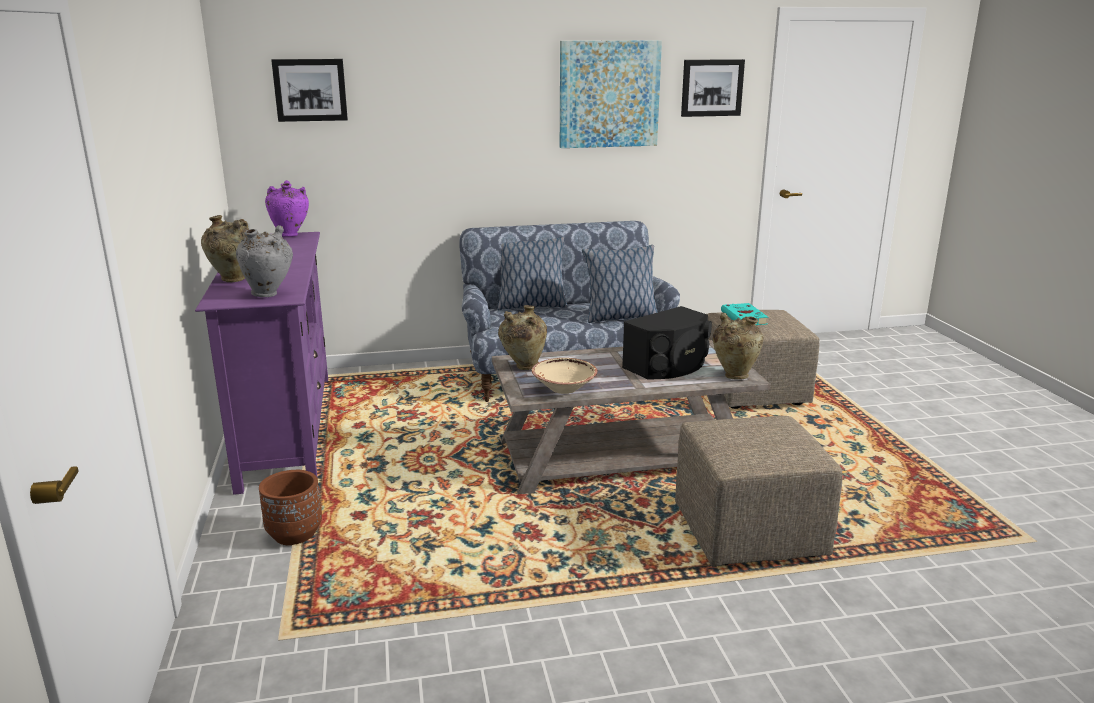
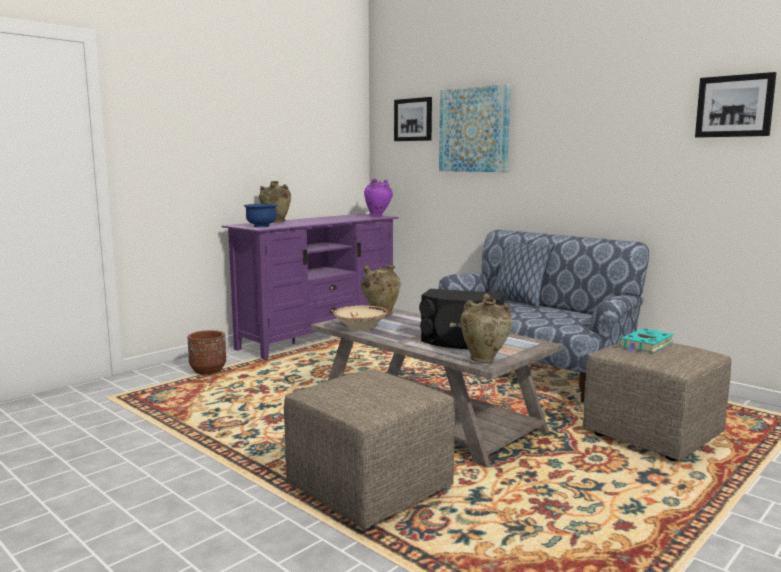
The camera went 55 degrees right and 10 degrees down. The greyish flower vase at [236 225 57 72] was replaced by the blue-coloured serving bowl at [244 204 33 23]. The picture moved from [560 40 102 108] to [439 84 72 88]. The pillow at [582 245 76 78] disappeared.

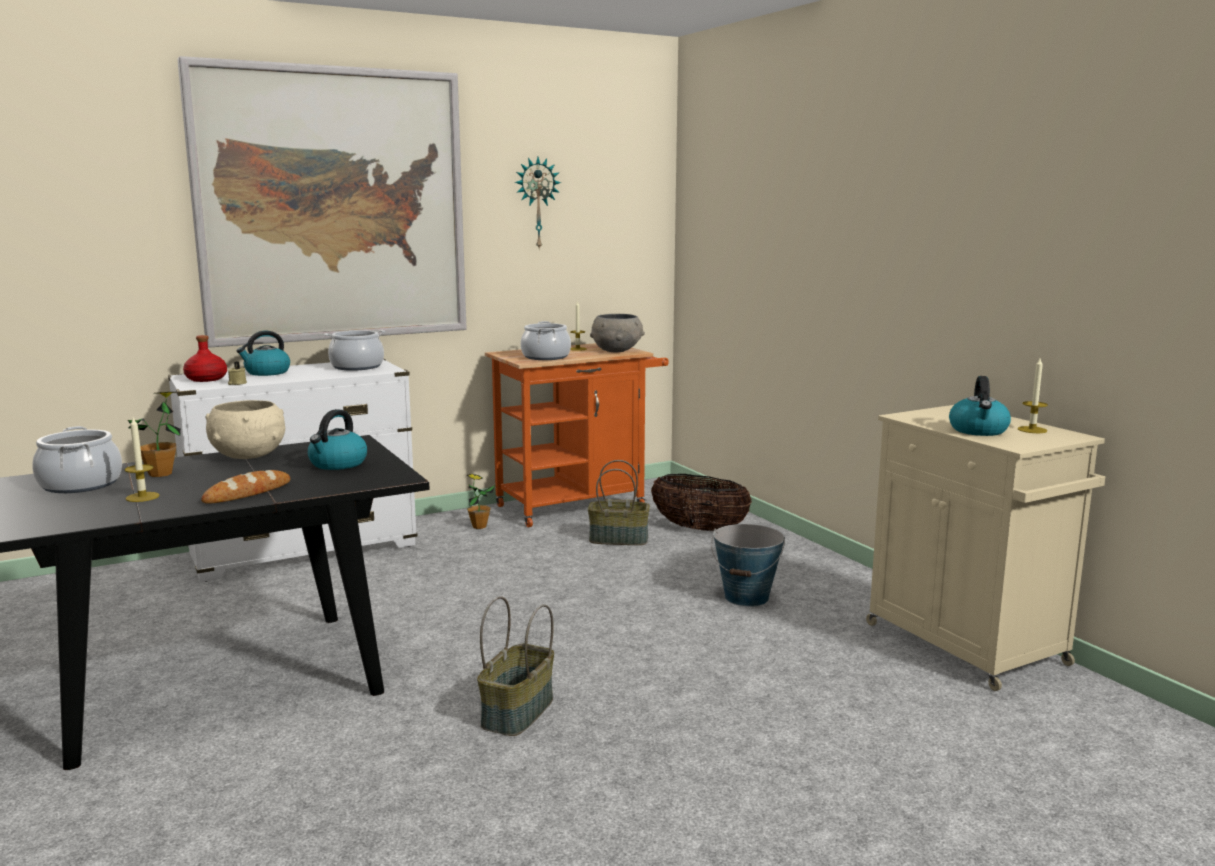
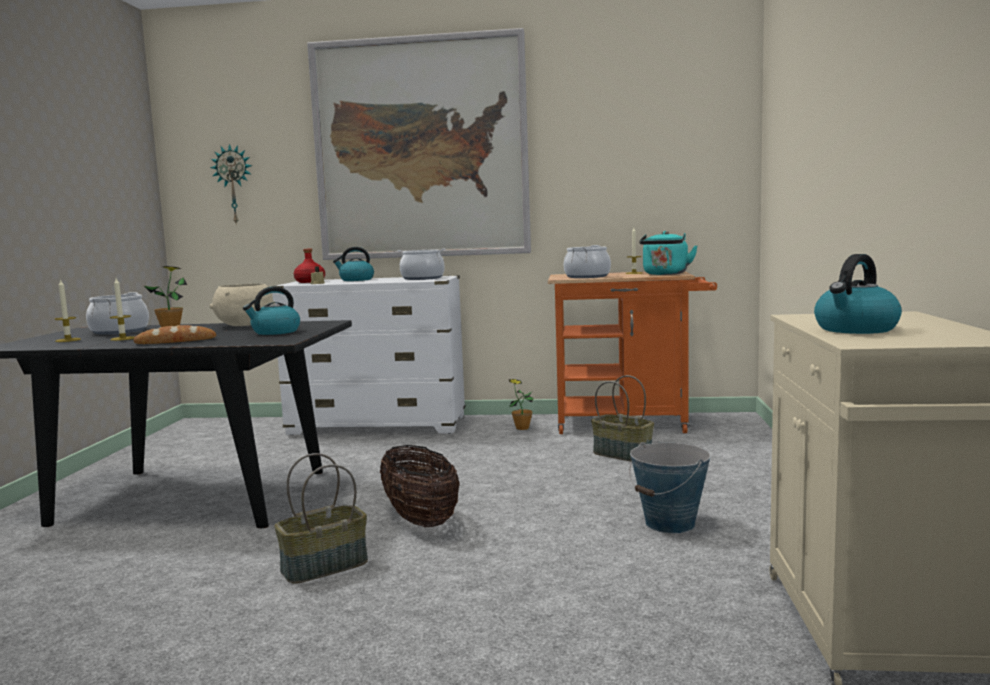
The camera went 35 degrees right and 5 degrees down. The wall clock moved from [515 157 46 93] to [210 144 42 81]. The greyish serving bowl at [590 314 55 38] was replaced by the turquoise-coloured water kettle at [639 231 59 44]. The basket moved from [651 474 101 57] to [380 445 79 82]. The wax candle moved from [1018 358 30 75] to [55 280 26 62].

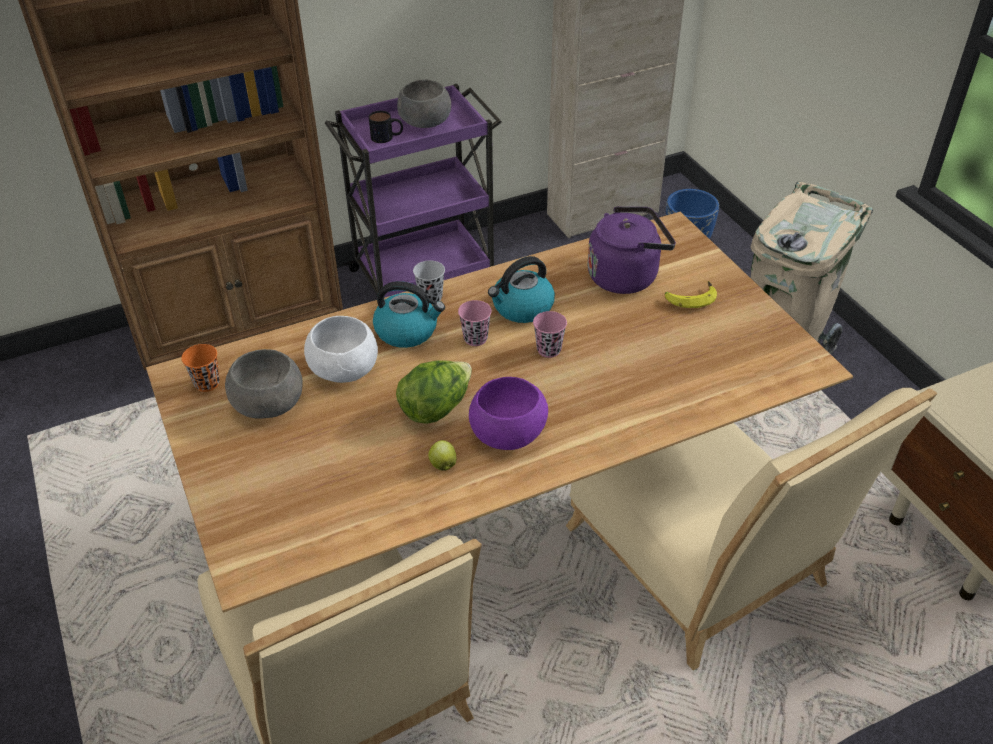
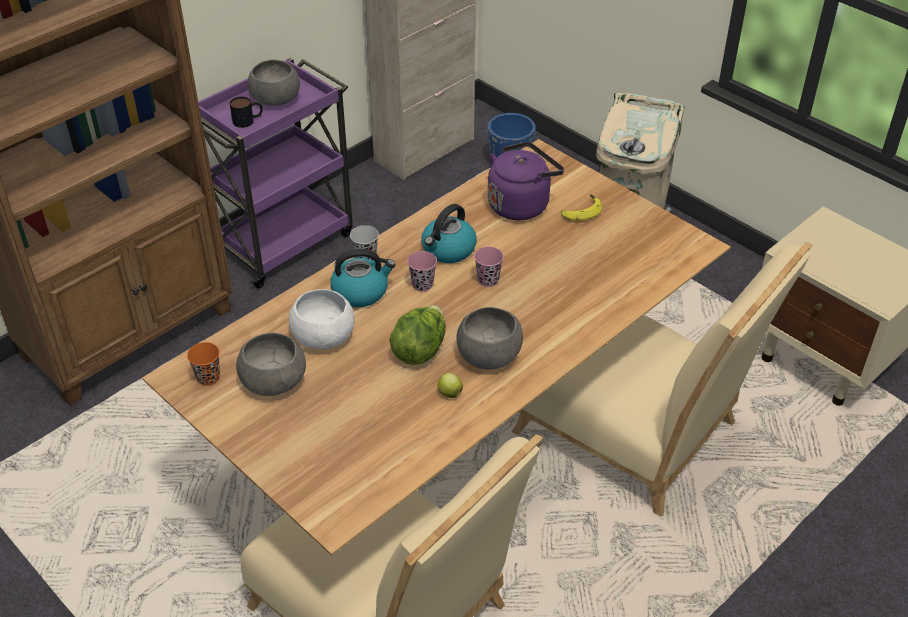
The camera went 20 degrees left and 0 degrees up. The purplish serving bowl at [469 377 79 73] became the greyish serving bowl at [457 307 66 62].

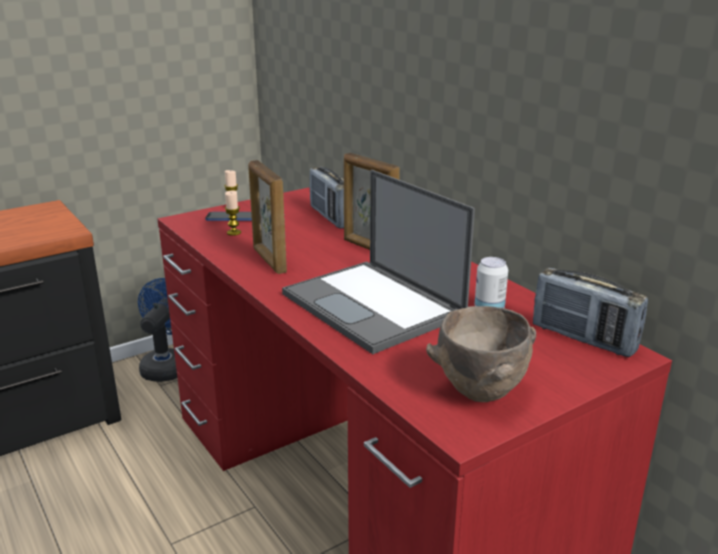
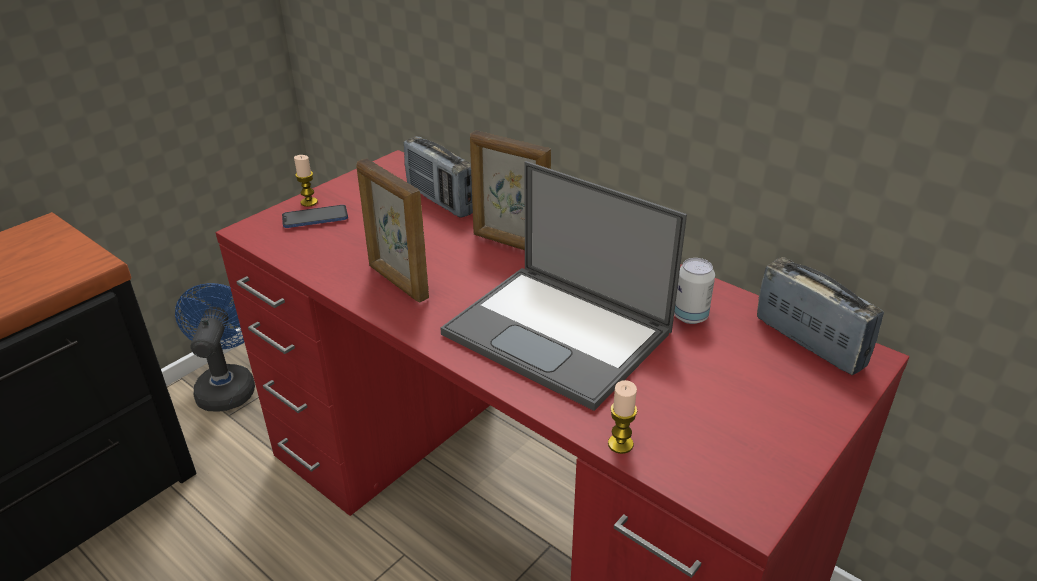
The camera went 15 degrees left and 10 degrees up. The wax candle moved from [225 190 16 46] to [608 380 29 74]. The brown serving bowl at [426 306 110 96] disappeared. The radio receiver at [533 268 115 89] turned 150 degrees counterclockwise.

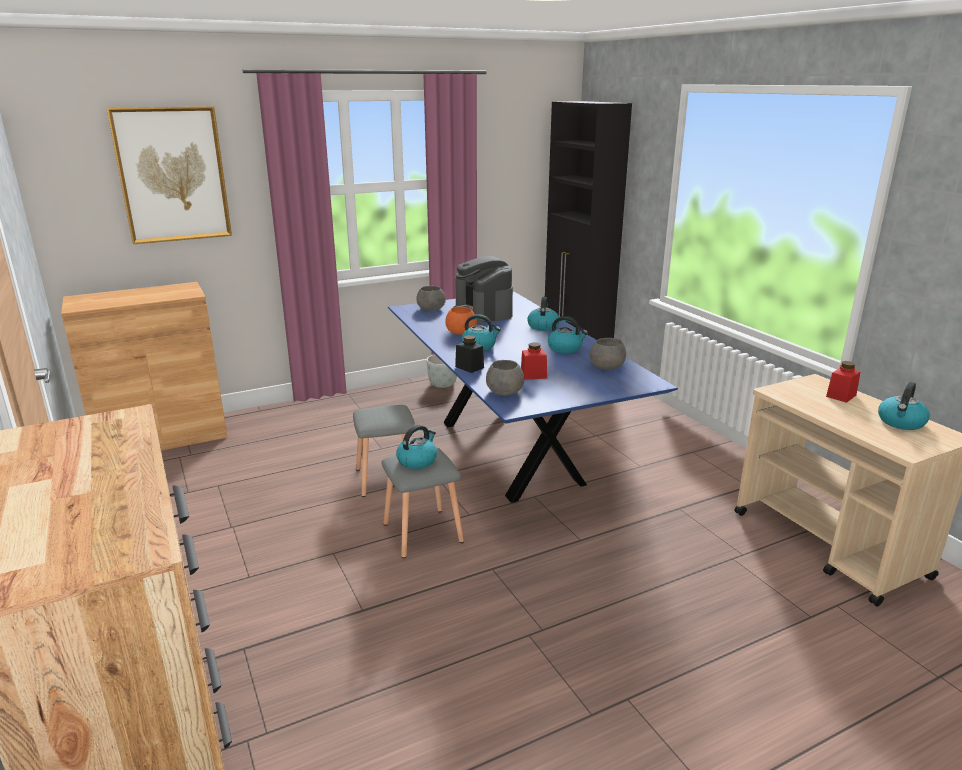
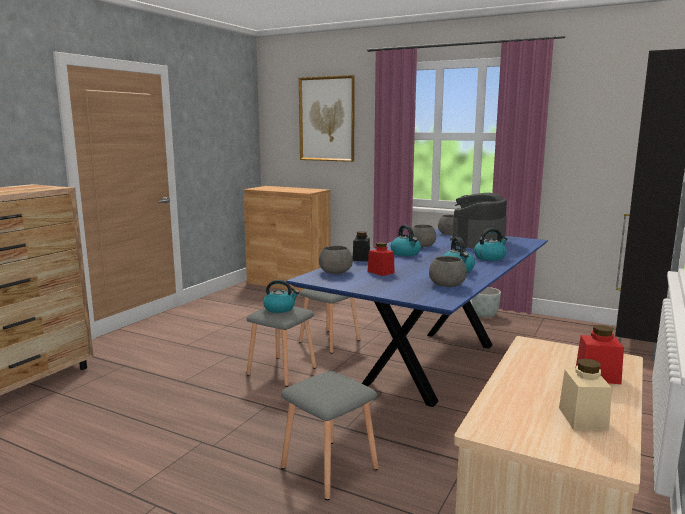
The camera went 55 degrees right and 10 degrees down. The orangey serving bowl at [445 307 32 28] became the greyish serving bowl at [412 224 24 23]. The water kettle at [878 382 52 48] was replaced by the beige-coloured storage jar at [559 358 53 73]. The greyish stool seat at [281 371 97 129] appeared.

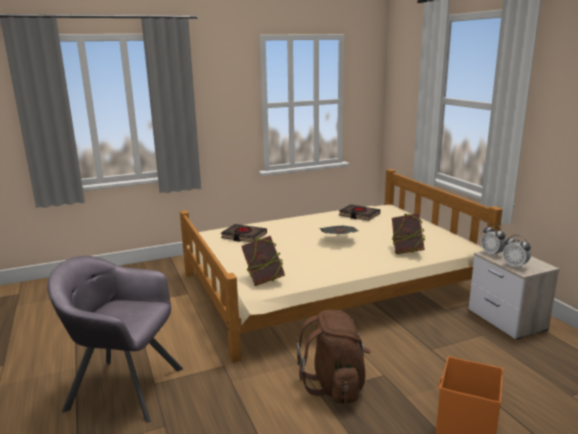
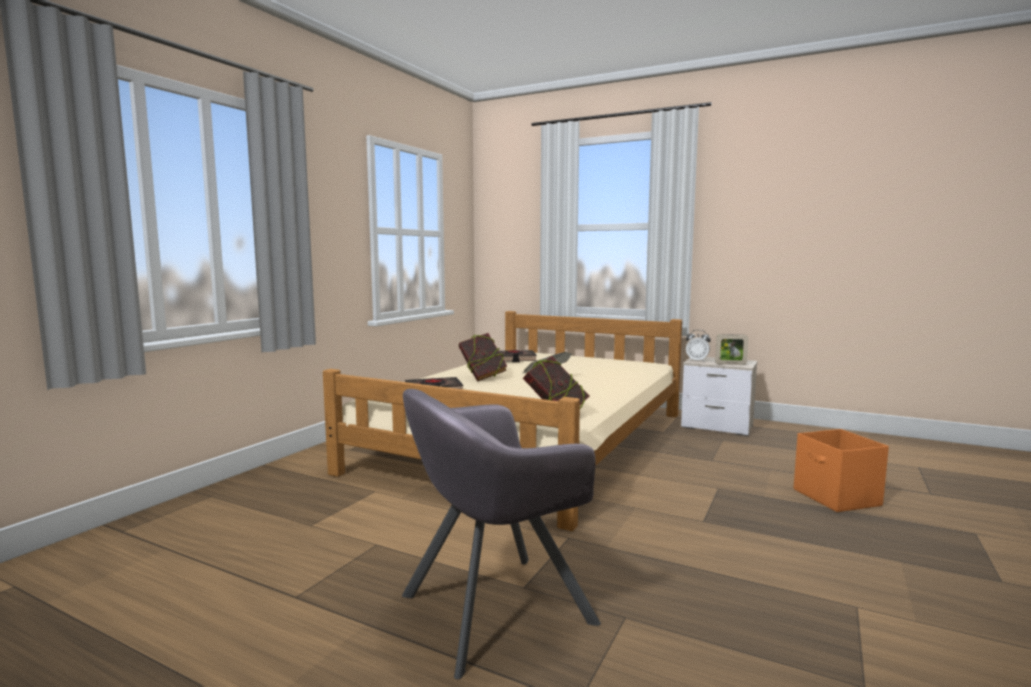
The camera went 40 degrees left and 10 degrees down. The brown knapsack at [297 310 74 94] disappeared. The bound book moved from [392 213 33 41] to [459 333 48 48]. The table clock at [503 235 28 34] was replaced by the standing frame at [715 334 34 31].

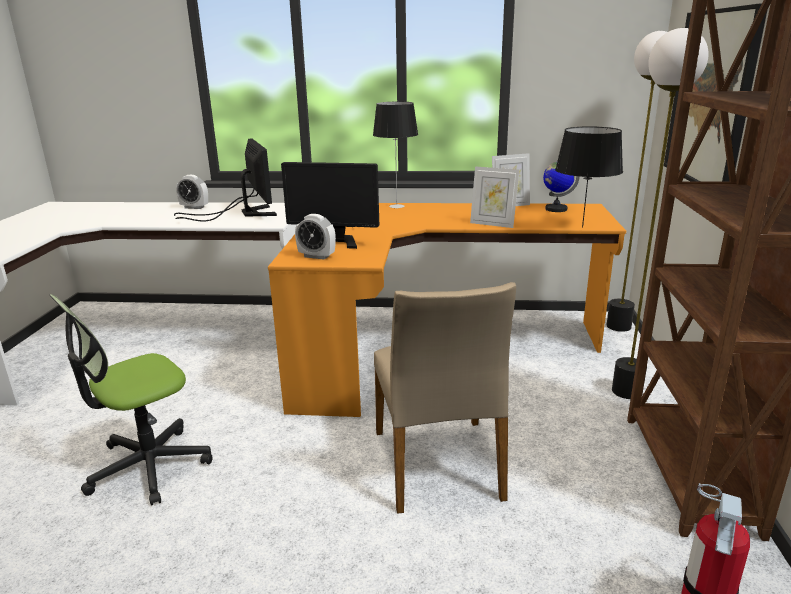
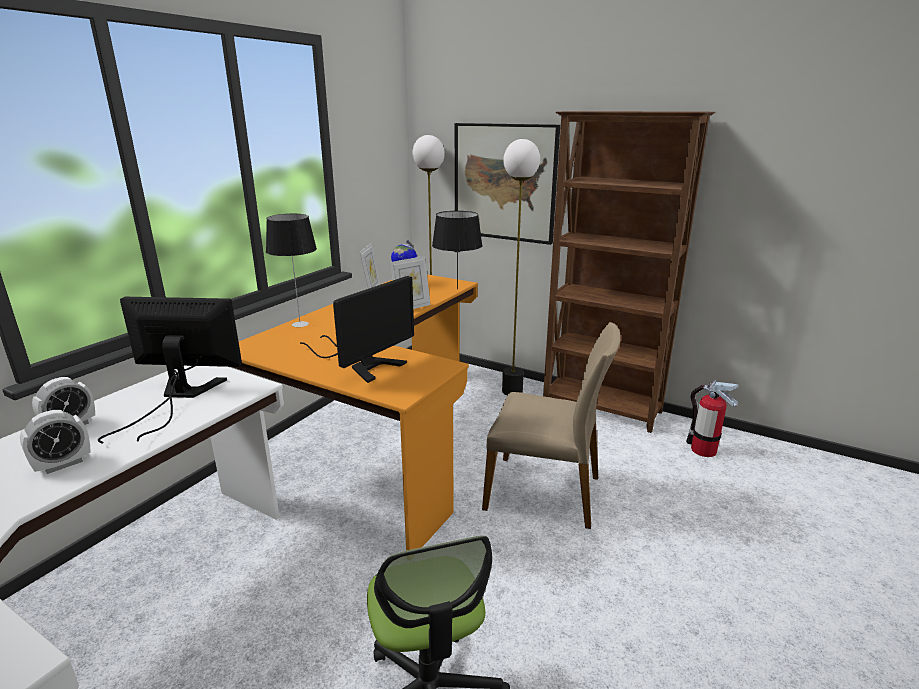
The camera went 65 degrees left and 0 degrees up. The table clock moved from [295 214 41 46] to [20 410 71 64].

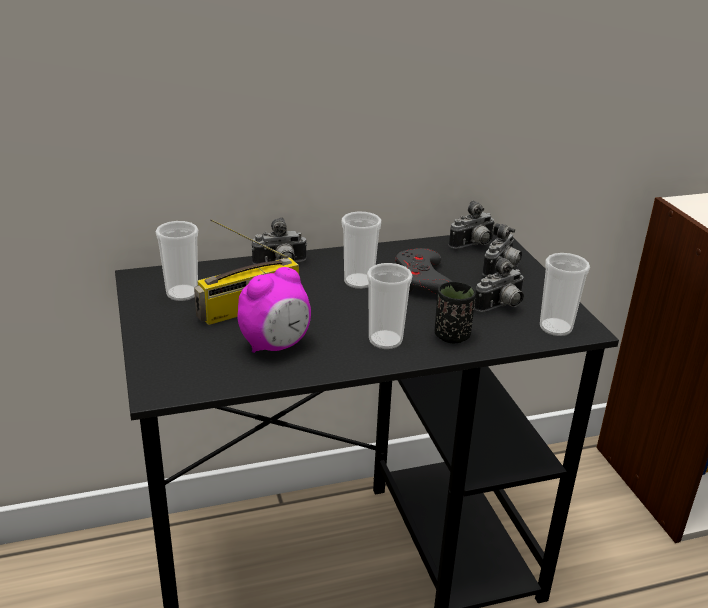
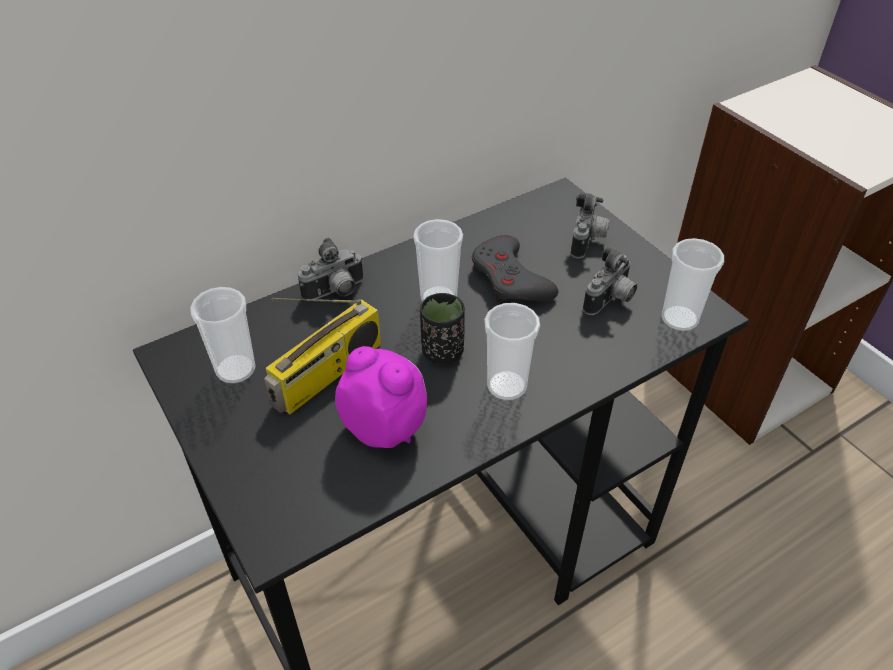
The camera went 15 degrees left and 15 degrees up. The table clock at [237 267 74 86] turned 90 degrees counterclockwise. The blackish drinking cup moved from [435 282 41 61] to [420 293 45 71]. The still camera at [449 201 46 48] disappeared.

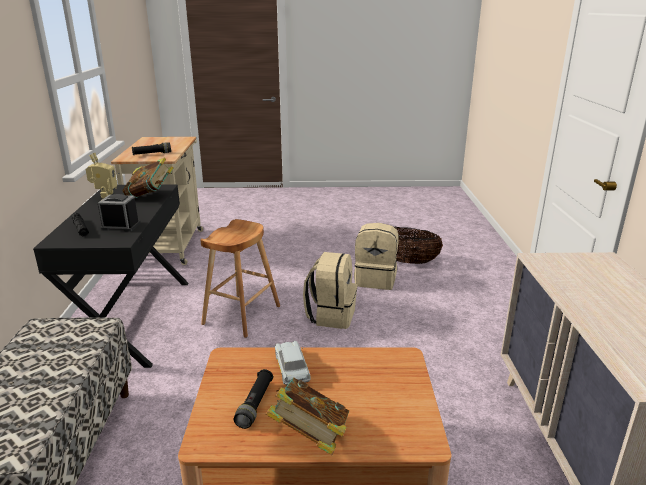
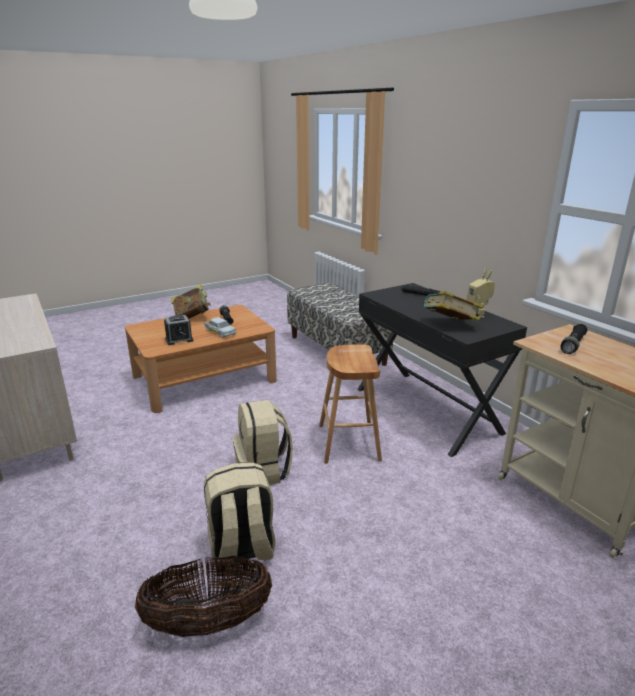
The camera went 150 degrees right and 0 degrees up. The table clock moved from [98 194 43 38] to [164 315 29 30].

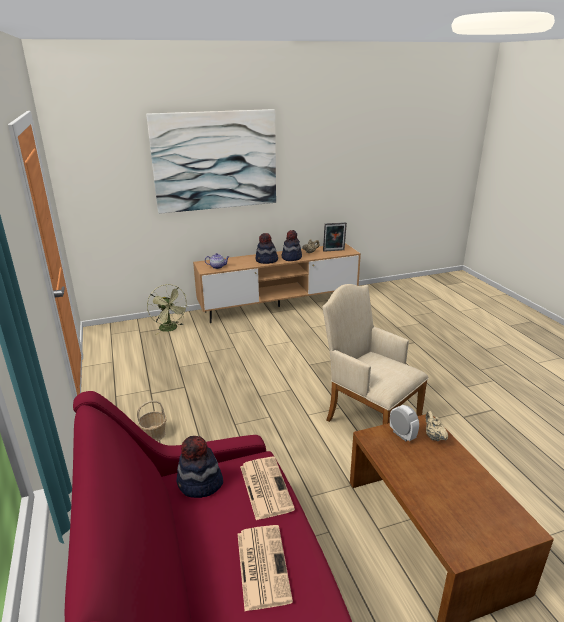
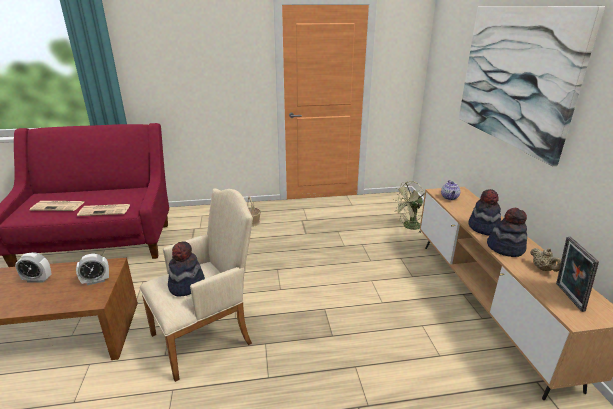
The camera went 100 degrees right and 0 degrees up. The hat moved from [177 435 46 63] to [168 241 37 56]. The beige-coloured pot for tea at [425 411 23 30] disappeared. The table clock at [15 252 36 31] appeared.

